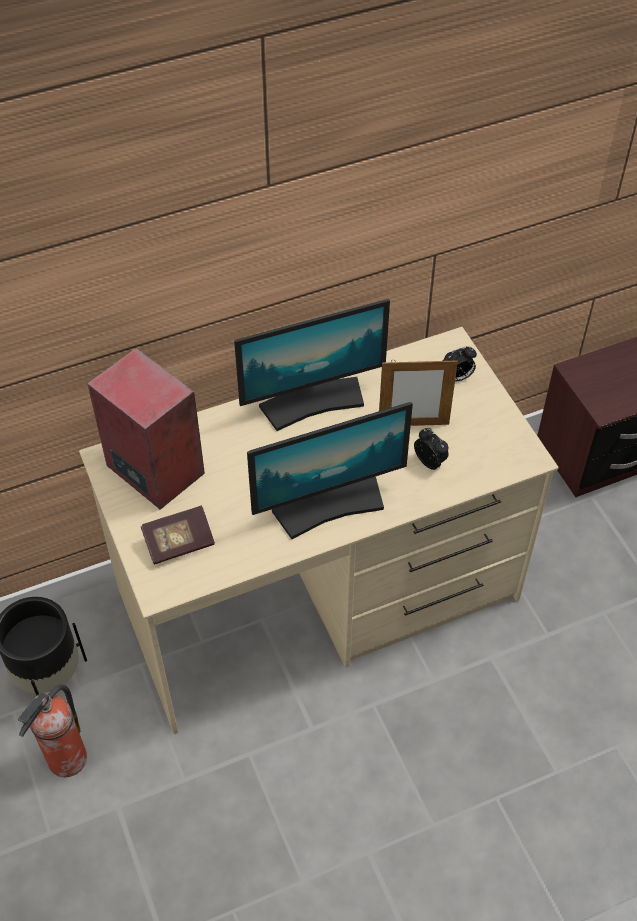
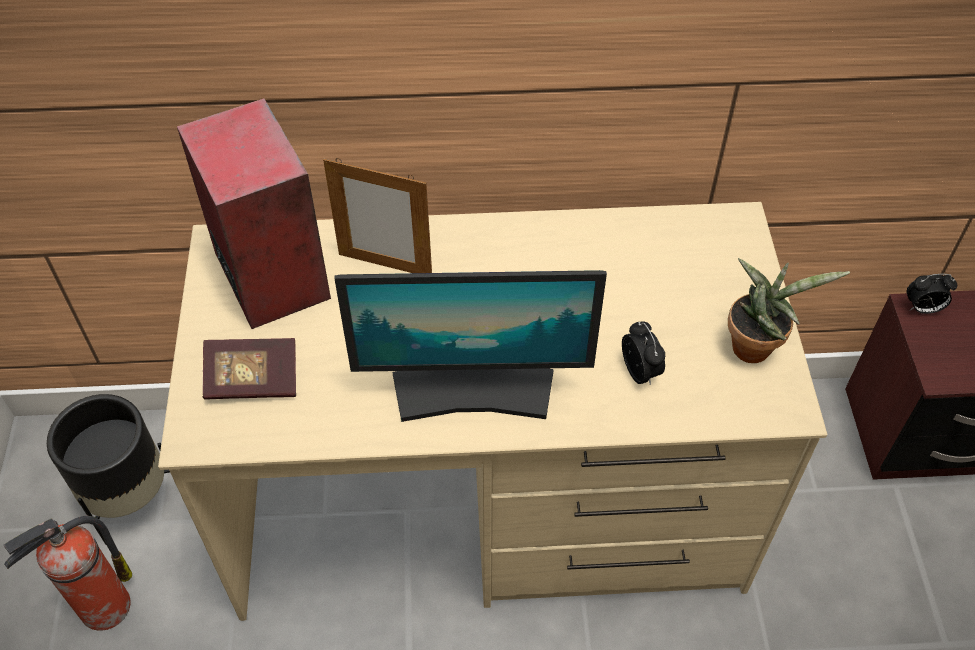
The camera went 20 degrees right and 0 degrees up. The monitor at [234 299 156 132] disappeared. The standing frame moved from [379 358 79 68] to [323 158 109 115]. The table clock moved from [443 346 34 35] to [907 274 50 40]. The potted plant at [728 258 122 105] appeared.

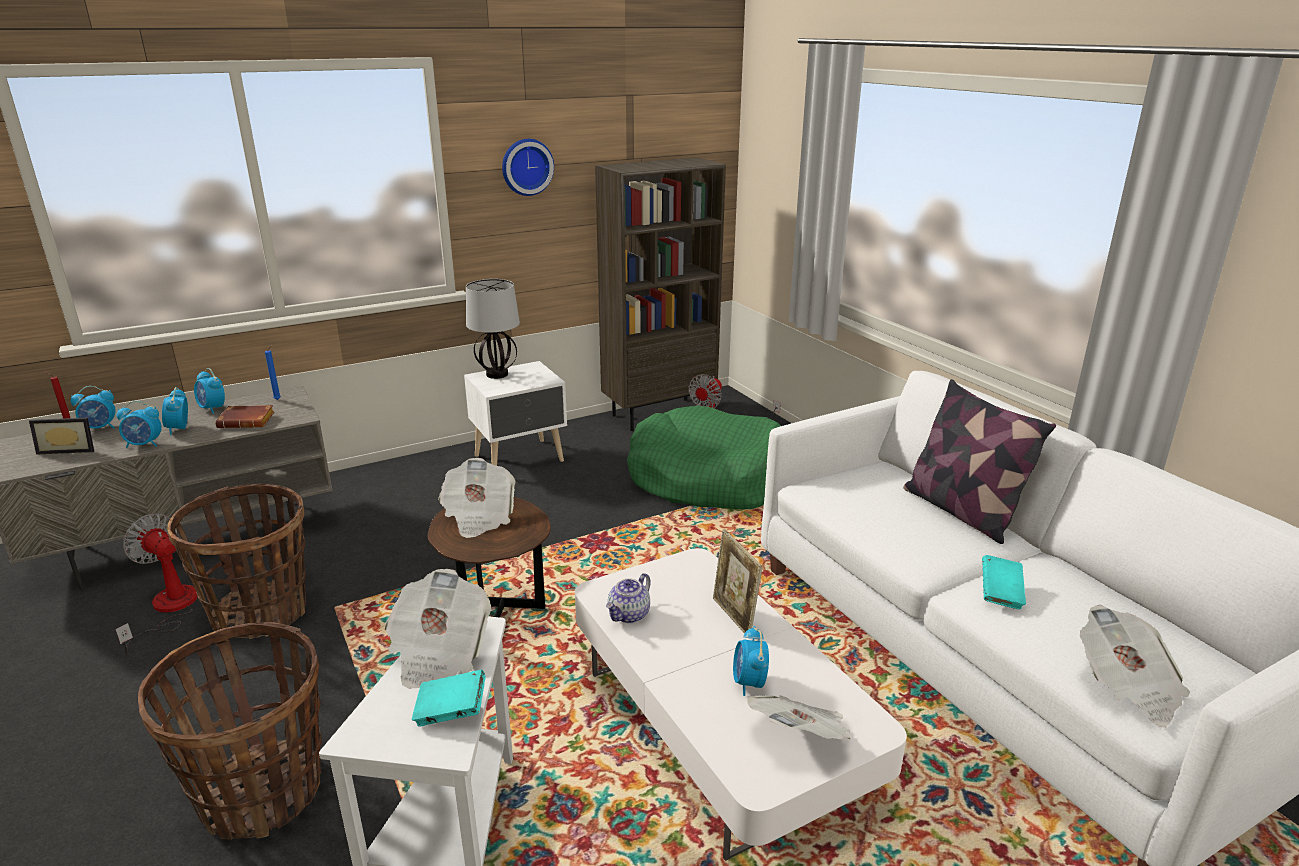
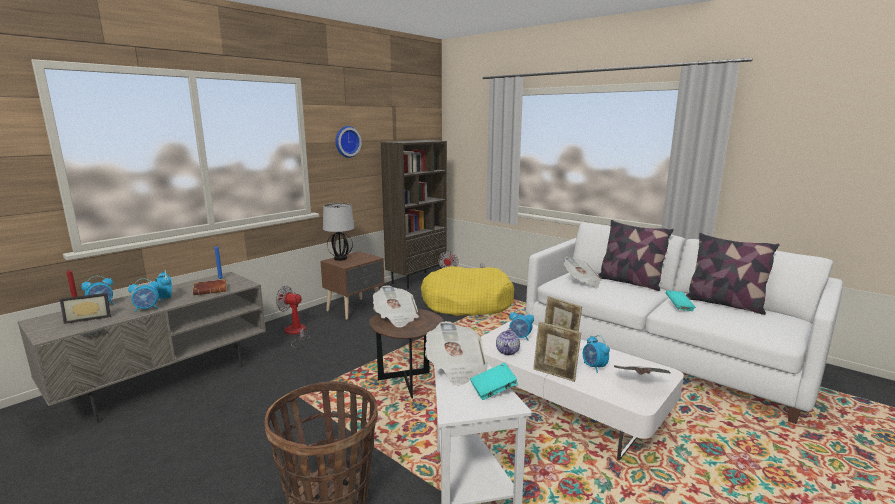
The camera went 20 degrees left and 10 degrees down. The electric fan moved from [116 513 82 143] to [276 286 34 62]. The basket at [167 484 139 155] disappeared. The table clock moved from [194 368 31 46] to [509 309 25 32]. The whitish bedside table at [464 361 103 105] became the brown bedside table at [320 251 64 69]. The green dog bed at [627 406 154 103] became the yellow dog bed at [421 266 93 50]. The daily paper moved from [1080 605 110 123] to [563 257 39 32]. The standing frame at [533 321 48 61] appeared. The pillow at [686 233 94 82] appeared.

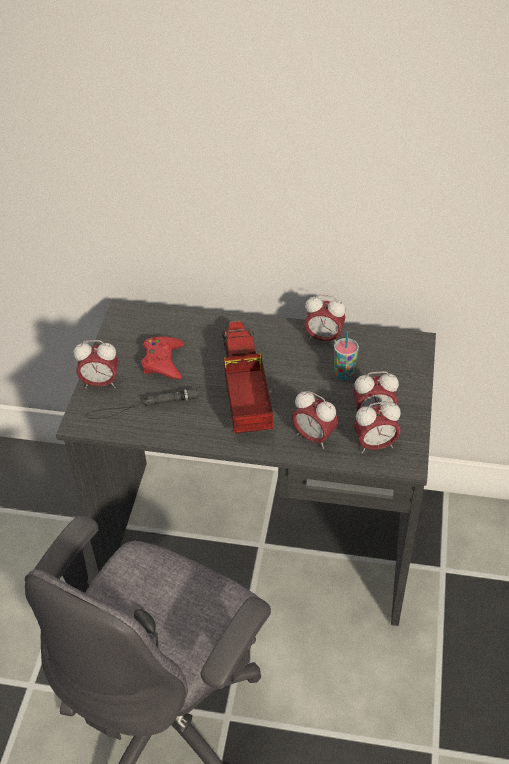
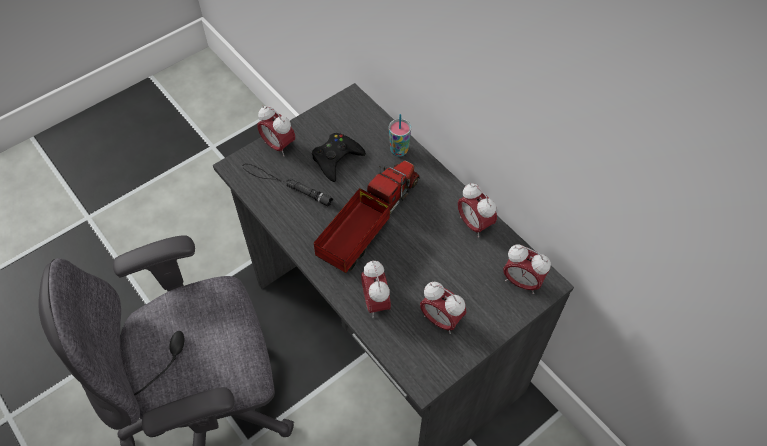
The camera went 40 degrees right and 10 degrees up. The red gamepad at [141 336 44 43] became the blackish gamepad at [312 133 54 49]. The drinking cup moved from [334 331 25 49] to [389 114 22 43]. The table clock moved from [353 401 48 53] to [503 244 48 50].

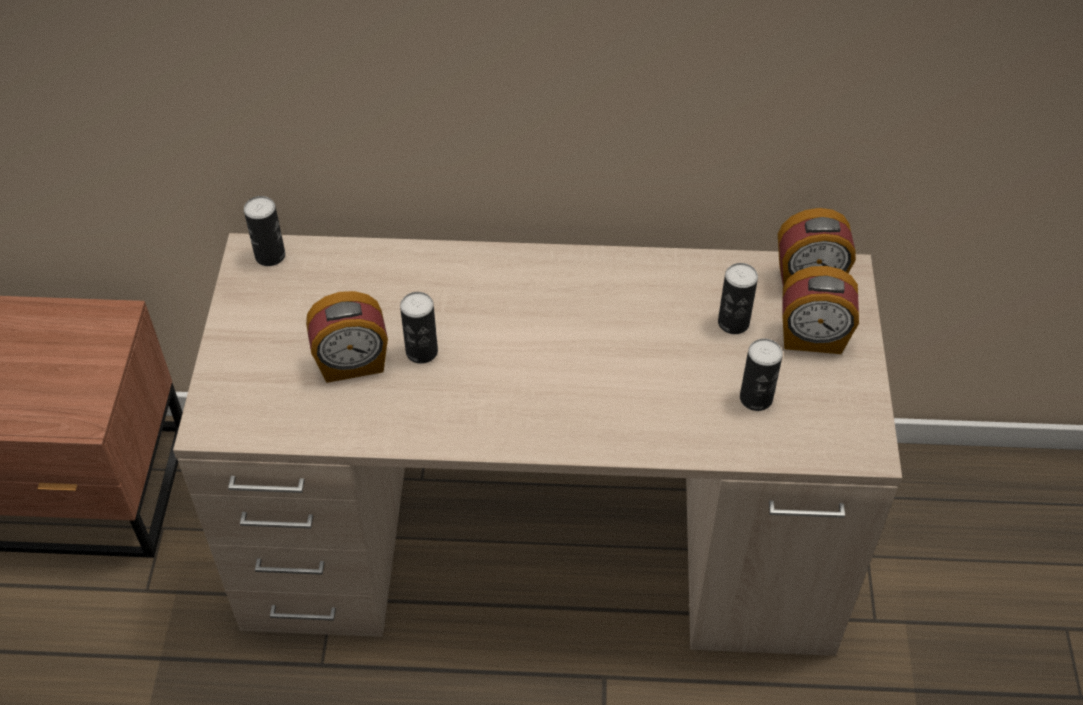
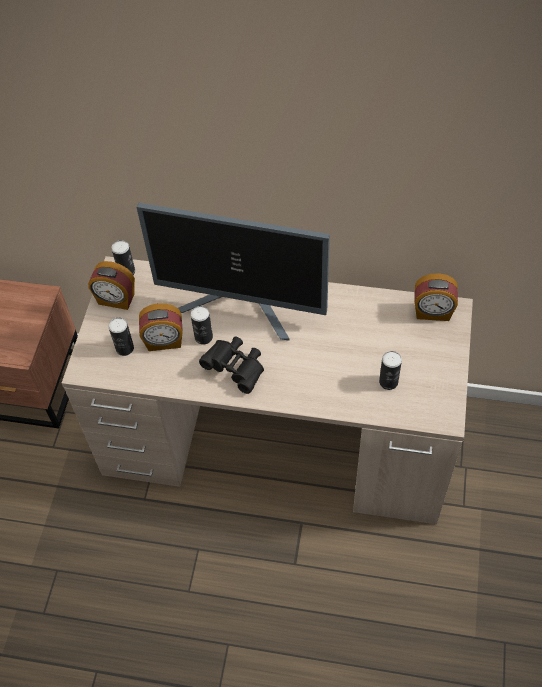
The camera went 10 degrees right and 5 degrees up. The sealed can moved from [718 263 40 71] to [108 317 26 39]. The table clock moved from [782 266 77 88] to [88 261 47 49]. The monitor at [137 203 193 138] appeared. The blackish field glasses at [199 337 65 57] appeared.

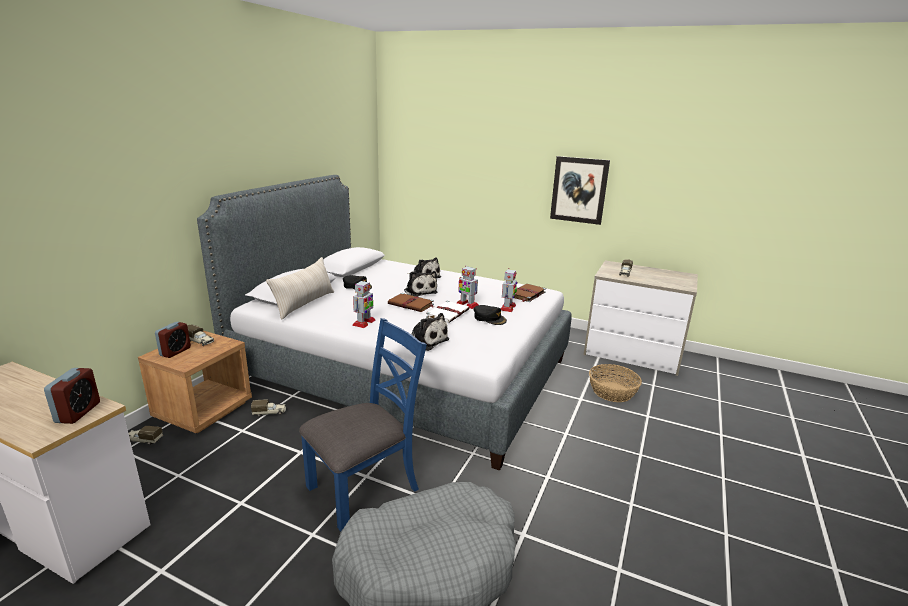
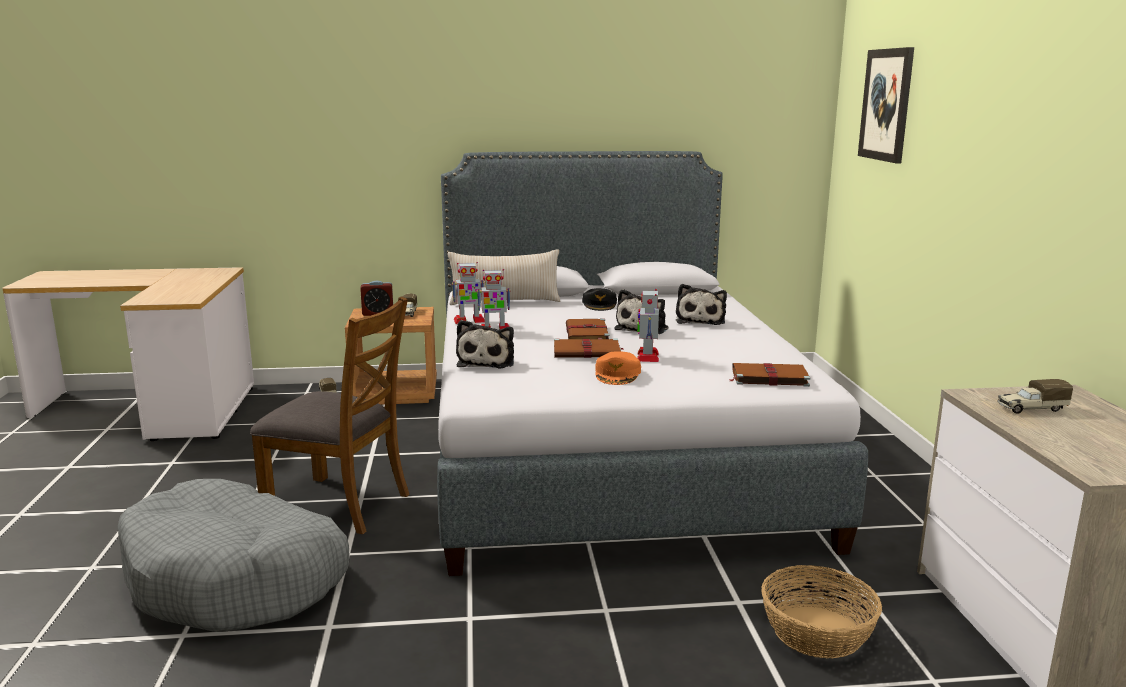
The camera went 60 degrees right and 5 degrees down. The table clock at [44 368 56 56] disappeared. The toy lorry at [251 399 35 18] disappeared. The blue-coloured chair at [299 318 128 214] became the brown chair at [250 296 160 238]. The whitish bound book at [426 301 43 22] became the brown bound book at [554 338 69 20]. The blackish baseball cap at [474 305 33 20] became the orangey baseball cap at [595 351 46 34]. The robot figure moved from [501 268 16 44] to [452 262 32 62]. The picture moved from [550 156 60 69] to [858 47 56 116].

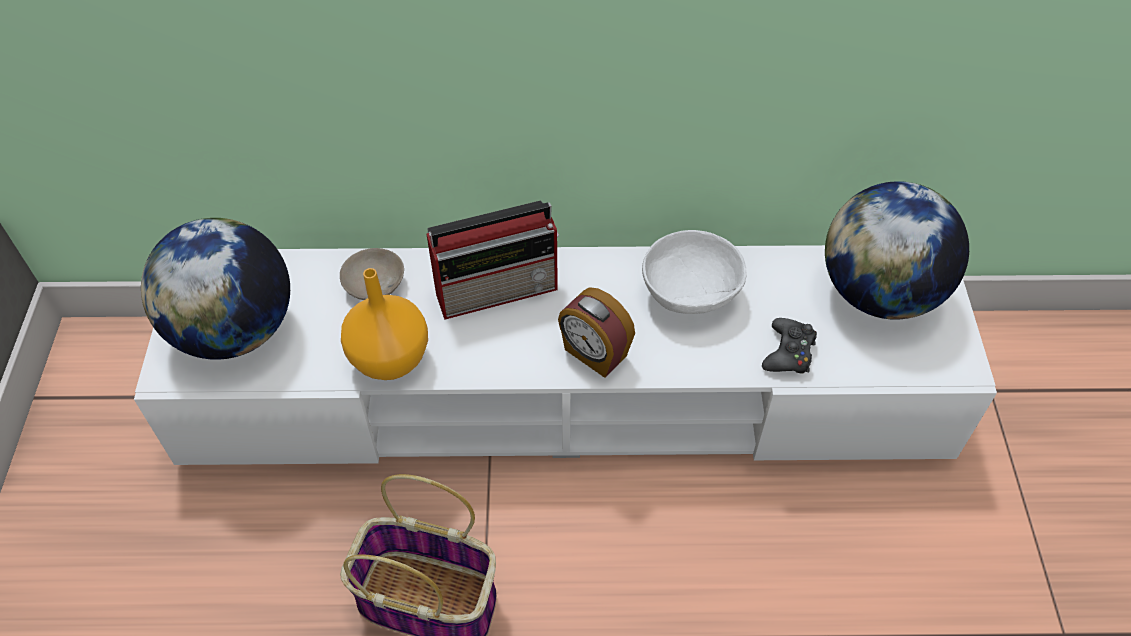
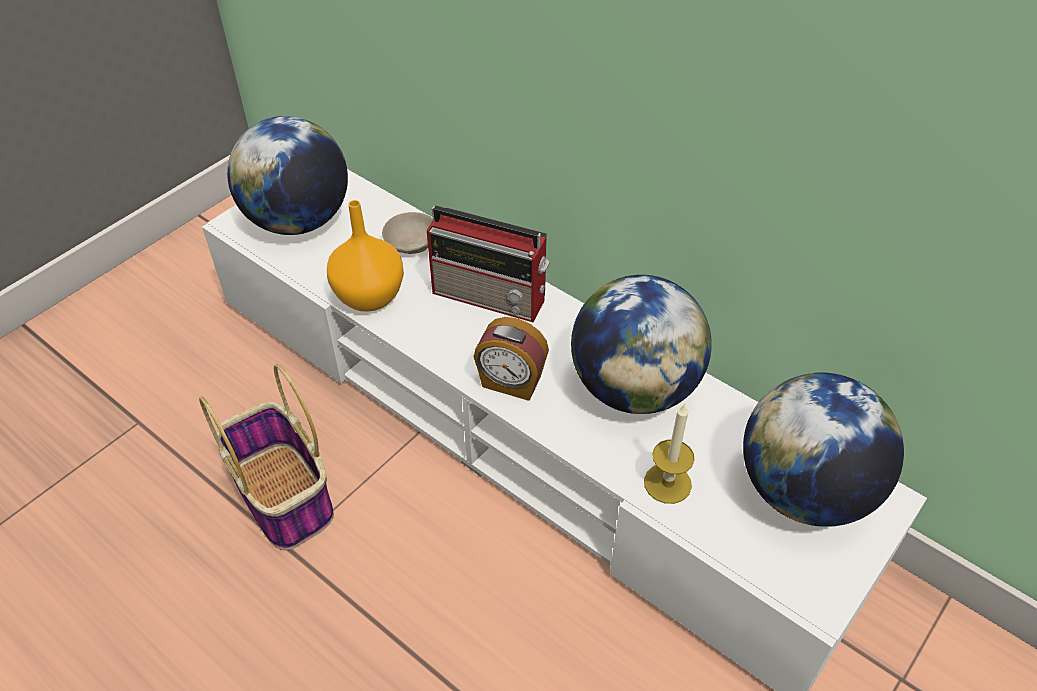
The camera went 40 degrees right and 5 degrees down. The table clock at [558 287 77 91] turned 60 degrees counterclockwise. The whitish serving bowl at [642 230 105 84] was replaced by the globe at [571 275 141 139]. The blackish gamepad at [762 318 55 55] was replaced by the wax candle at [644 403 51 101].

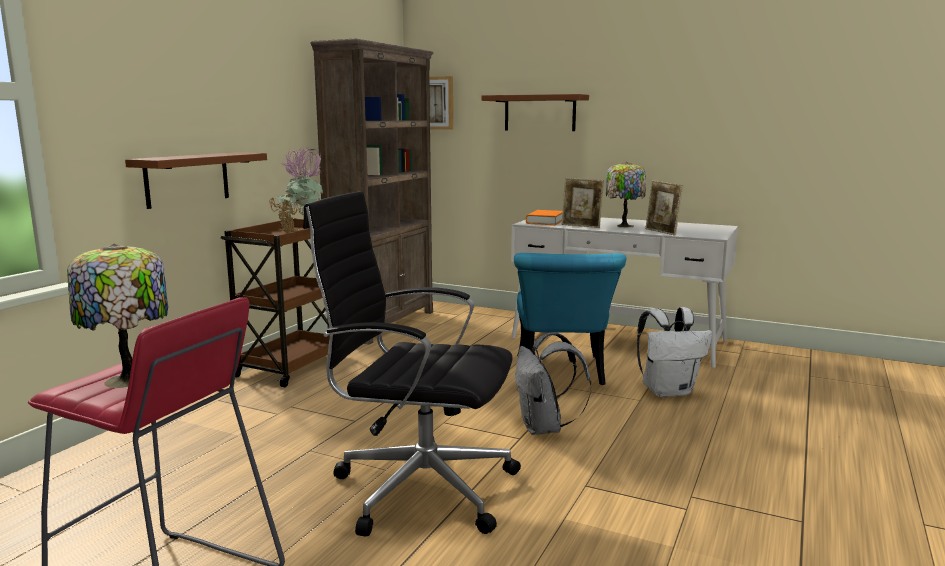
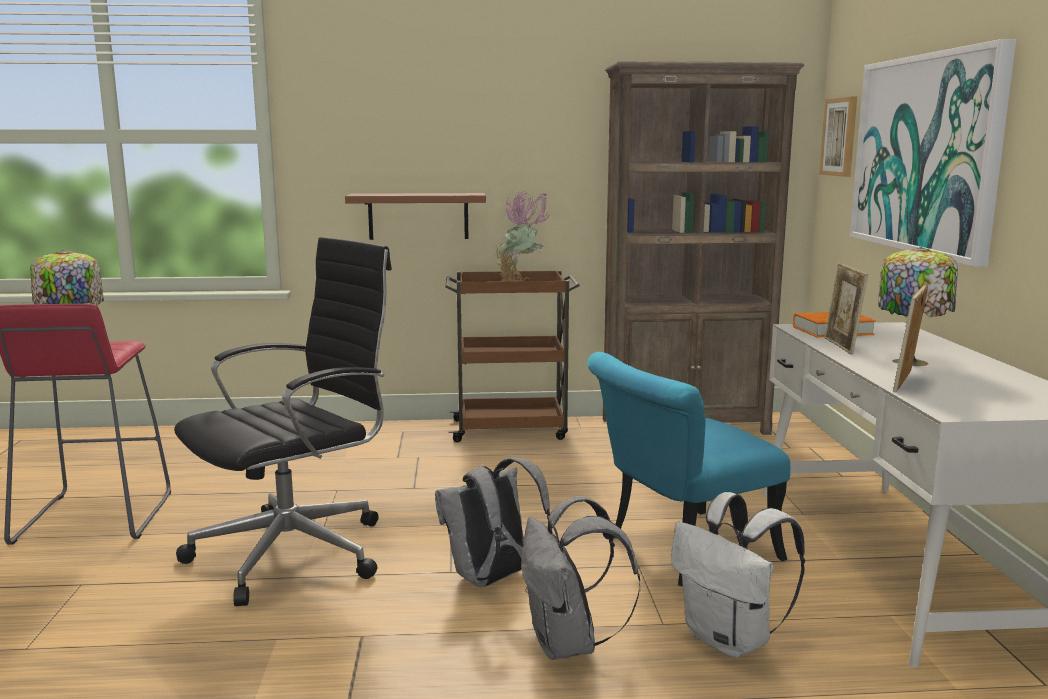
The camera went 60 degrees right and 0 degrees up. The blackish office chair at [303 191 218 346] turned 60 degrees clockwise. The brown wall shelf at [482 94 107 37] was replaced by the picture at [850 39 166 228]. The greyish knapsack at [521 496 119 164] appeared.

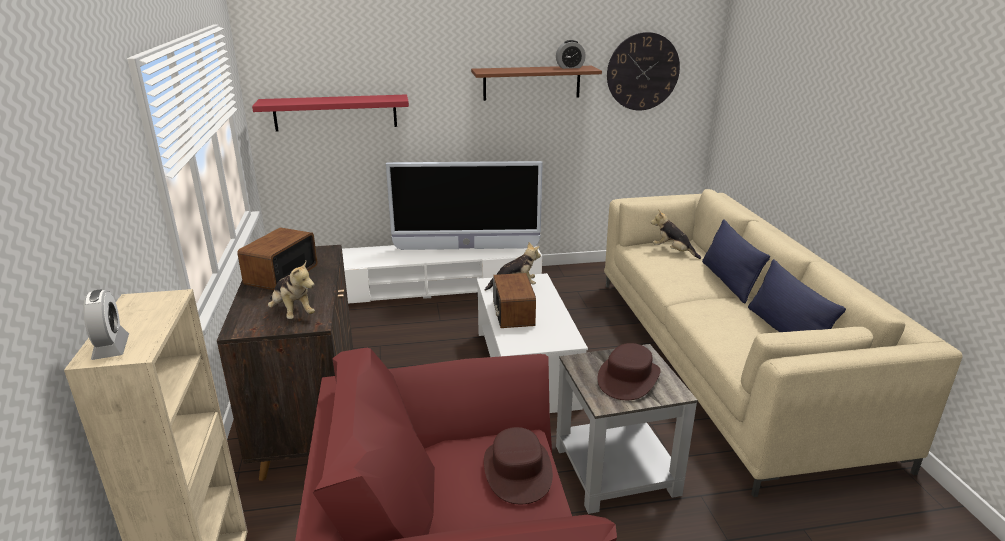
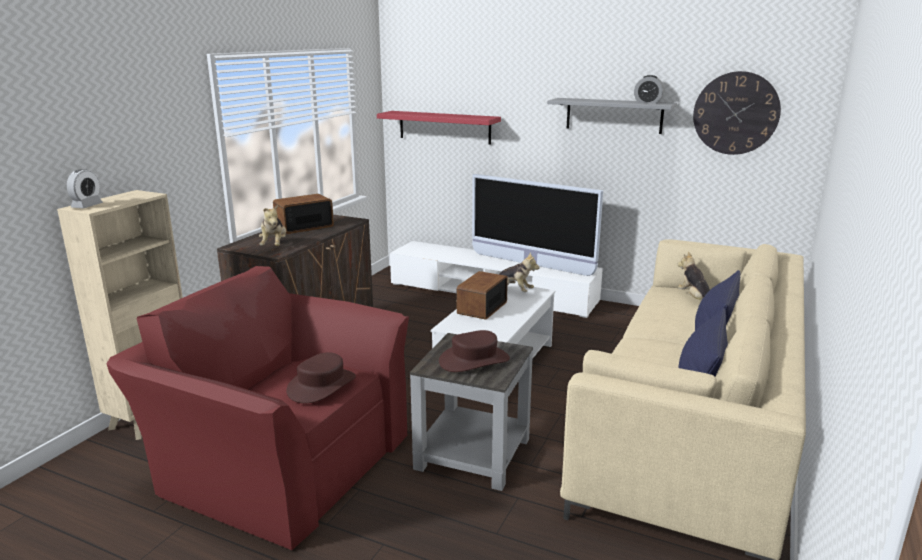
The camera went 35 degrees right and 5 degrees down. The brown wall shelf at [471 66 131 35] became the greyish wall shelf at [547 98 130 36].

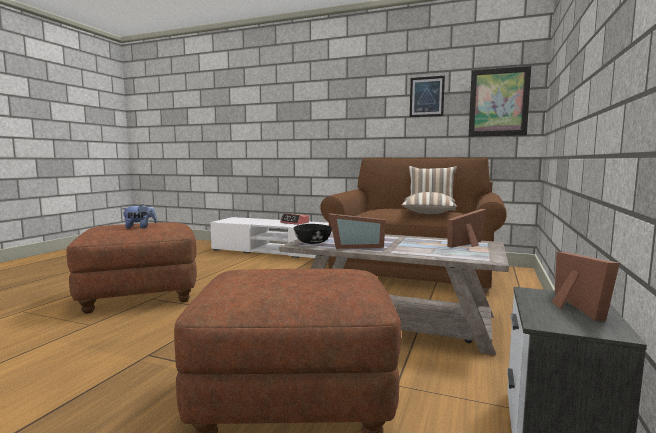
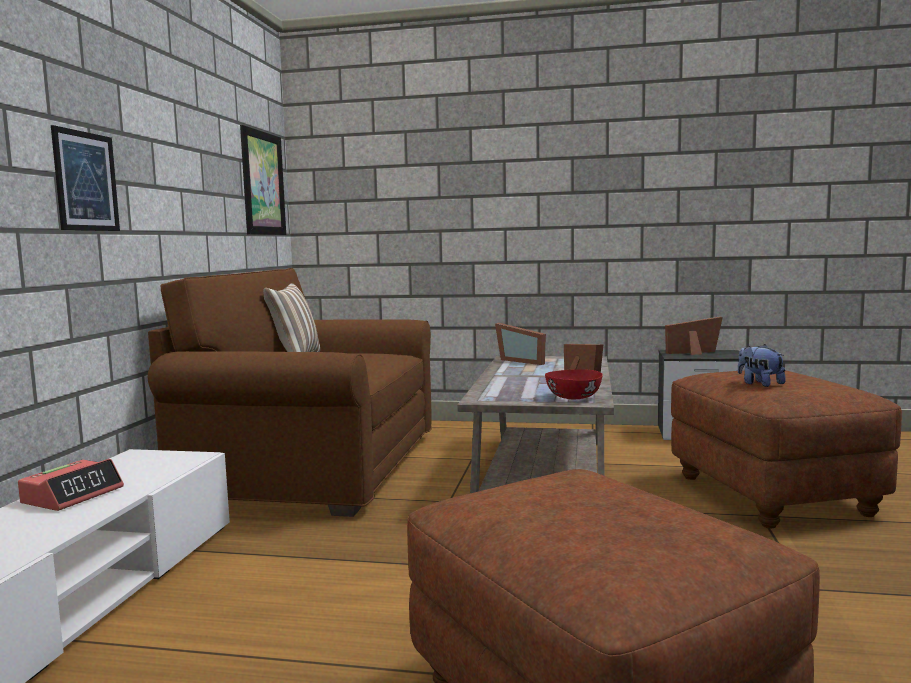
The camera went 100 degrees left and 0 degrees up. The plush toy moved from [122 204 35 24] to [738 344 48 43]. The blackish serving bowl at [294 224 38 20] became the red serving bowl at [545 369 58 30]. The pillow at [402 192 55 22] disappeared. The picture moved from [410 76 35 41] to [51 125 69 106].

